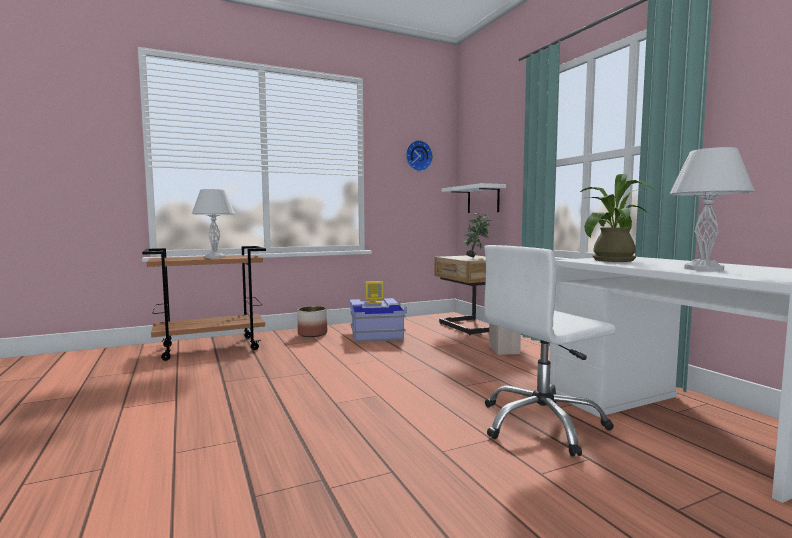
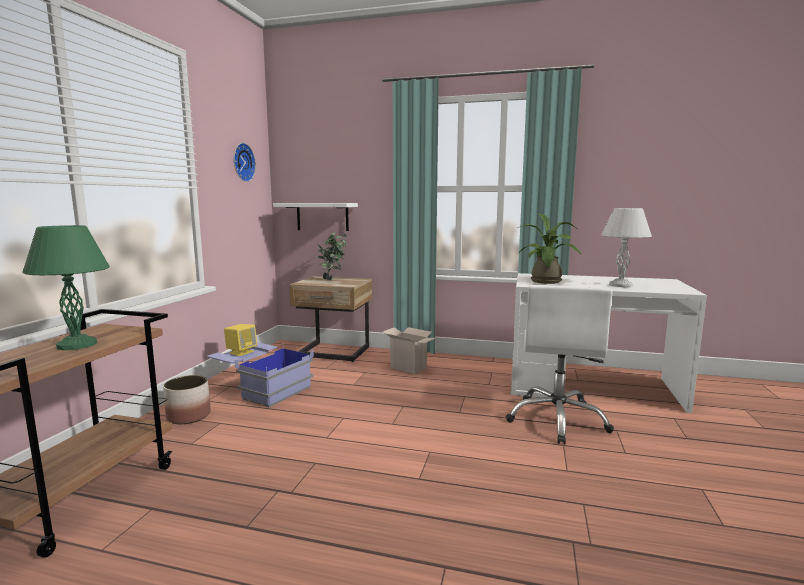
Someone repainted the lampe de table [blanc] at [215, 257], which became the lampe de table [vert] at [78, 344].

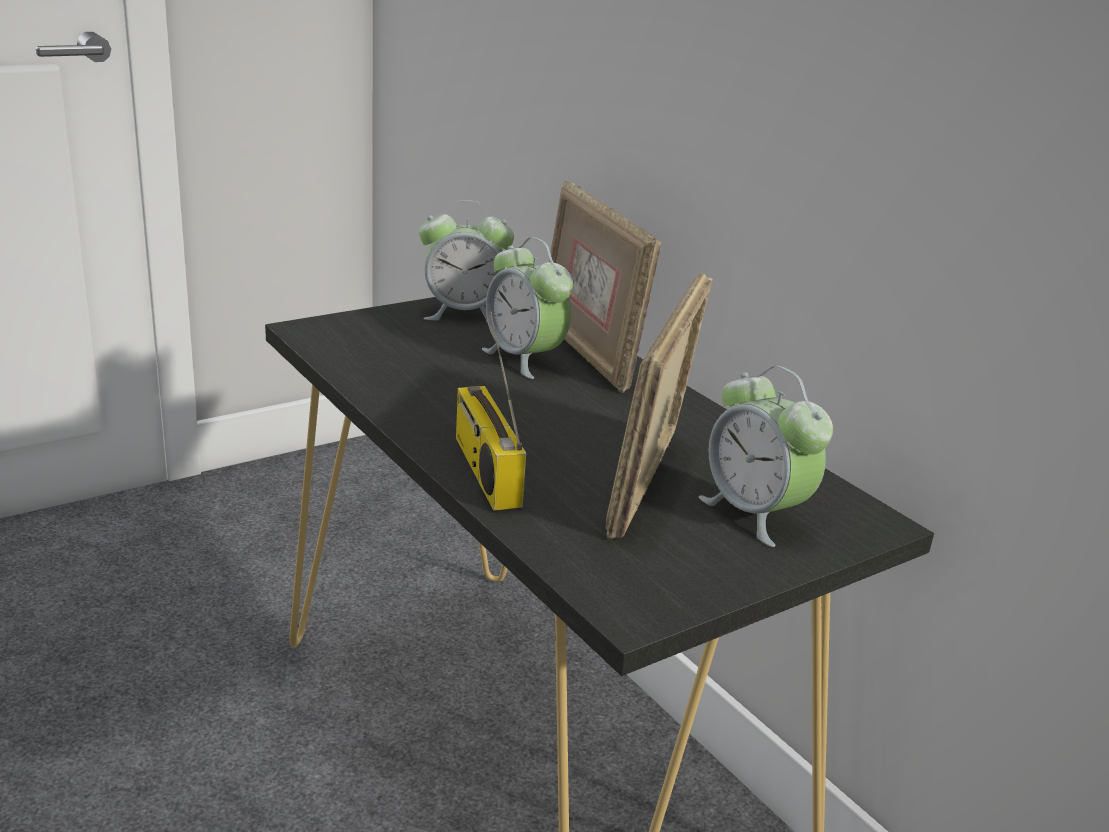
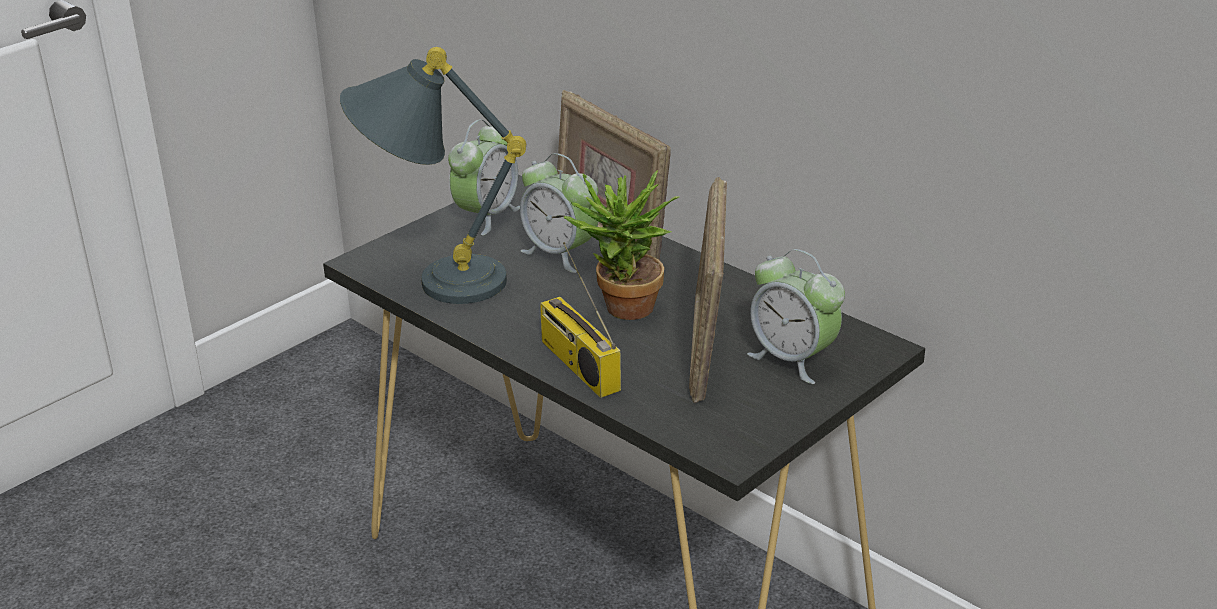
Someone rotated the réveil at [463, 313] by 45 degrees counterclockwise. Someone put down the lampe de table [gris] at [432, 282]. Someone put down the plante en pot at [622, 311].

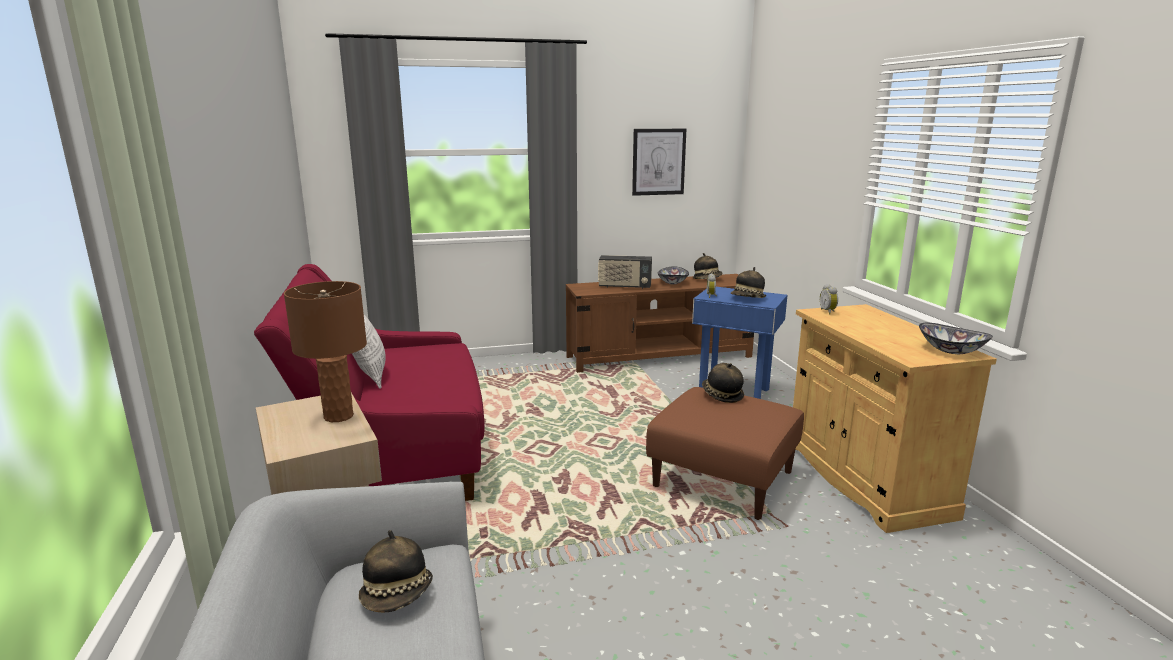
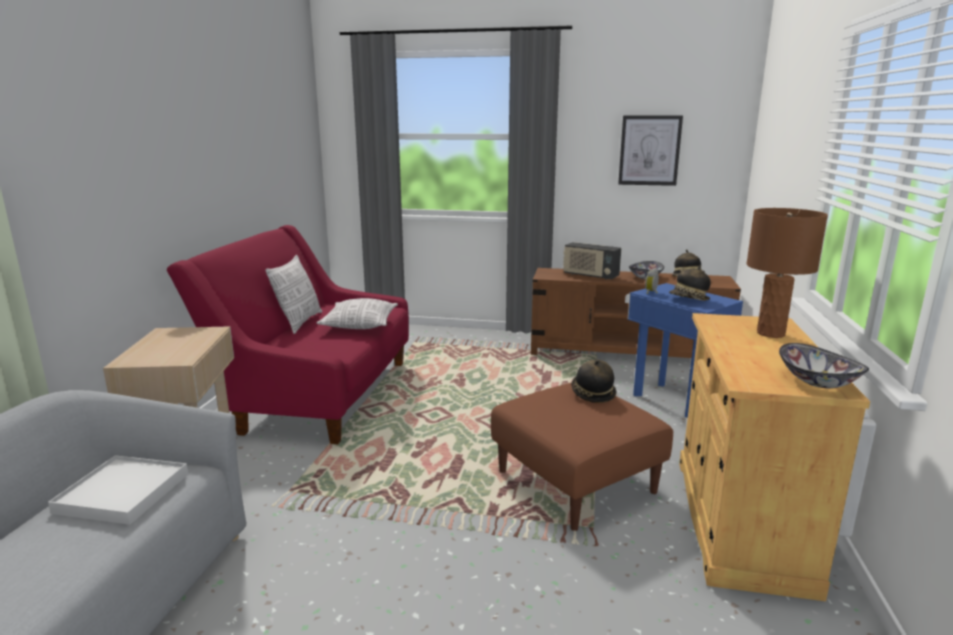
Someone carried the lampe de table [marron] from [338, 416] to [770, 333]. Someone swapped the chapeau at [398, 596] for the plateau [blanc] at [123, 493]. Someone took away the réveil at [828, 312]. Someone put down the coussin at [360, 325].

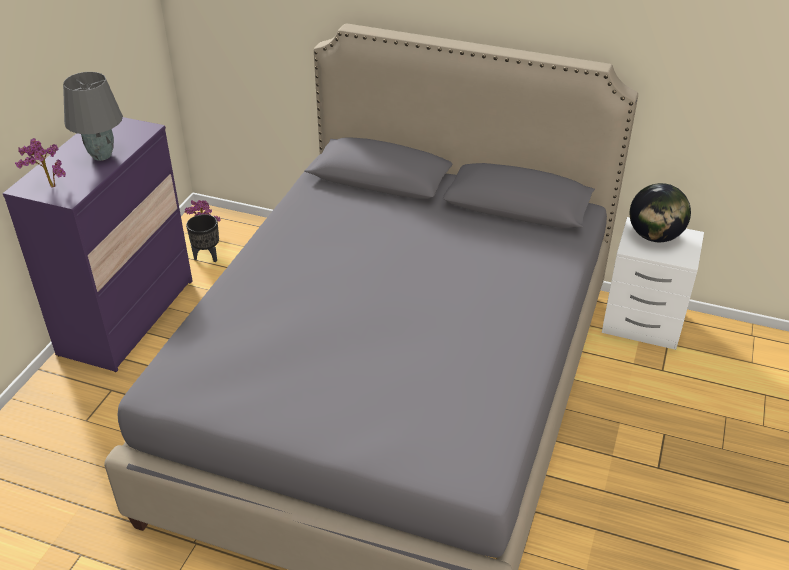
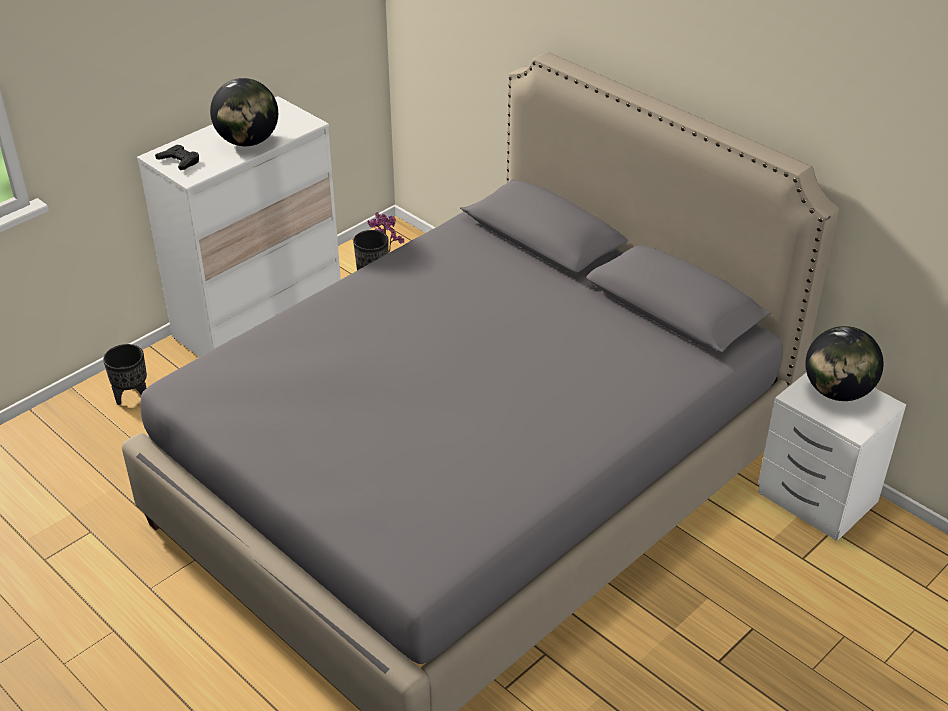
Someone repainted the commode [violet] at [127, 317], which became the commode [blanc] at [259, 319]. Someone swapped the plante en pot at [48, 187] for the manette [noir] at [179, 161]. Someone swapped the lampe de table [gris] at [102, 156] for the globe at [248, 141]. Someone put down the cache-pot [noir] at [132, 396].

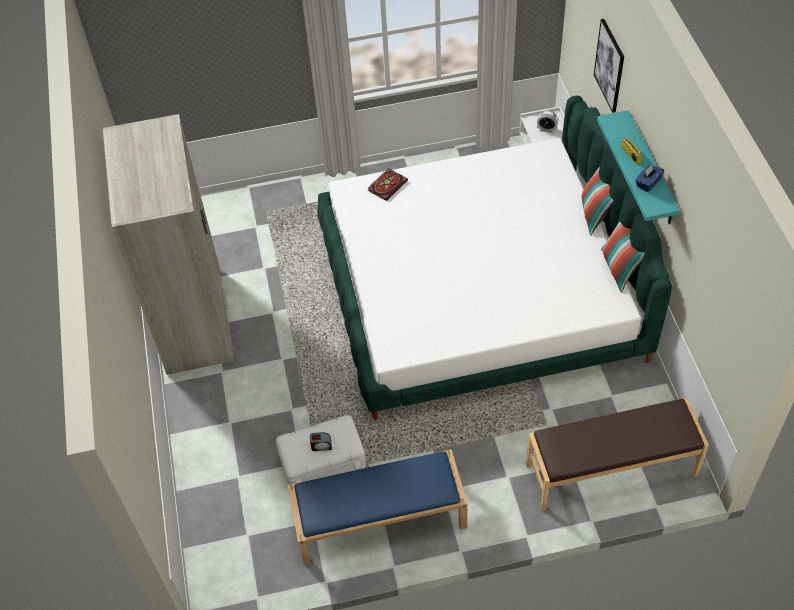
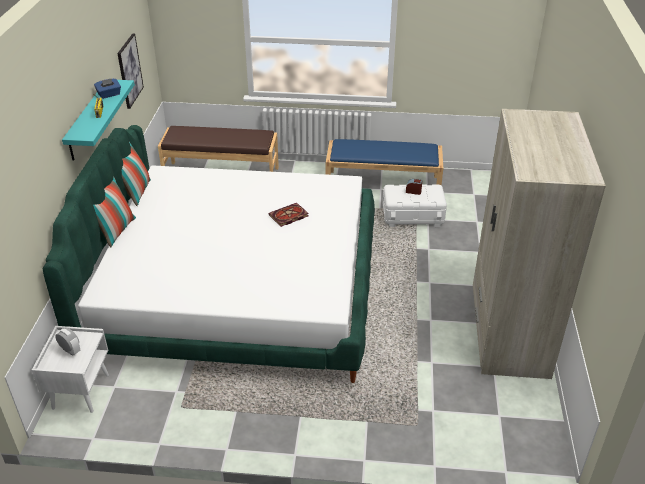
Someone carried the livre from [387, 185] to [288, 216]. Someone carried the tableau from [610, 65] to [129, 71].

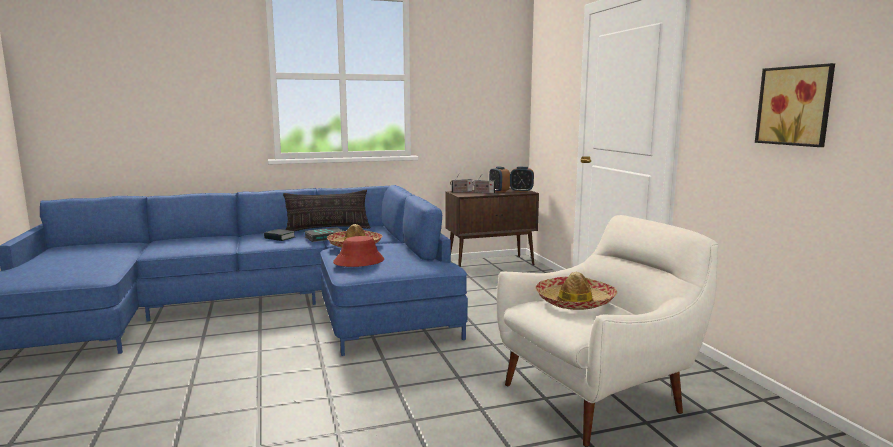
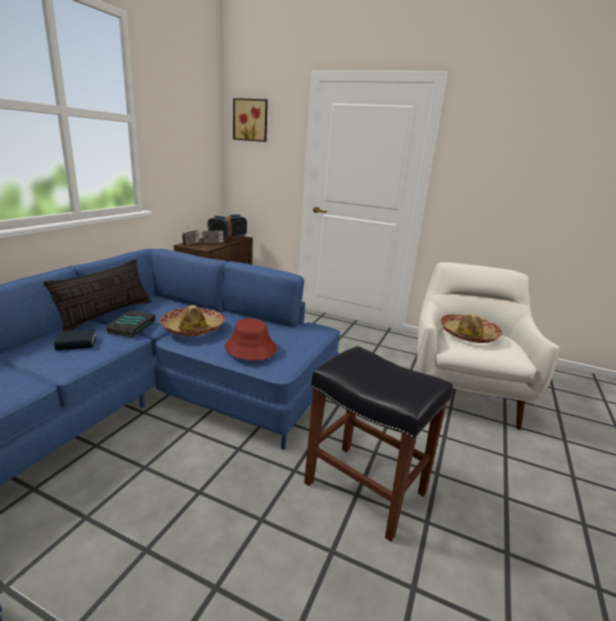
Someone carried the tableau from [796, 106] to [251, 120]. Someone put down the tabouret [noir] at [367, 488].

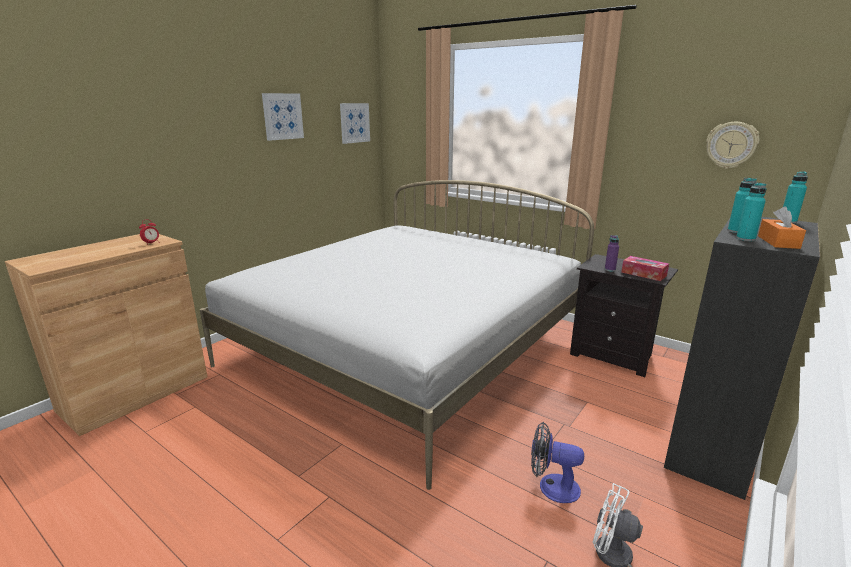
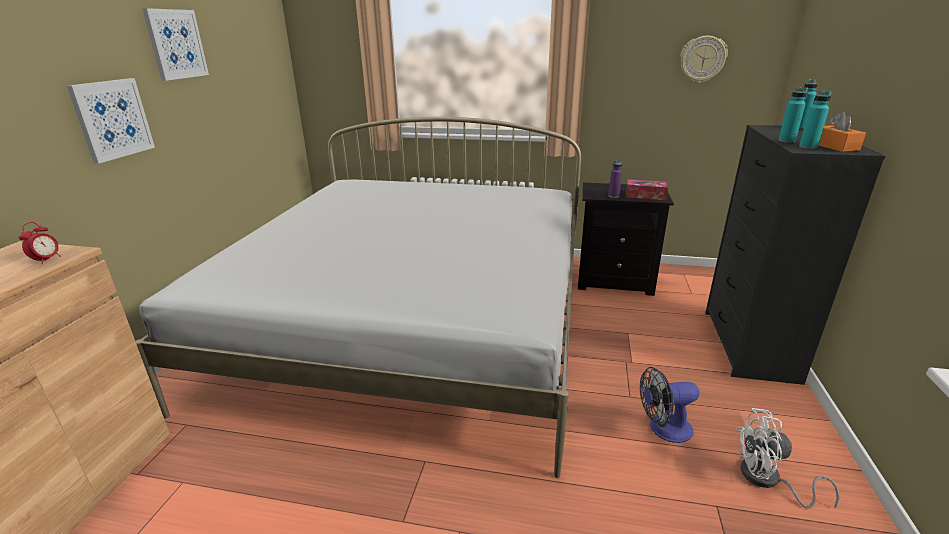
Someone carried the tableau from [354, 123] to [112, 119].

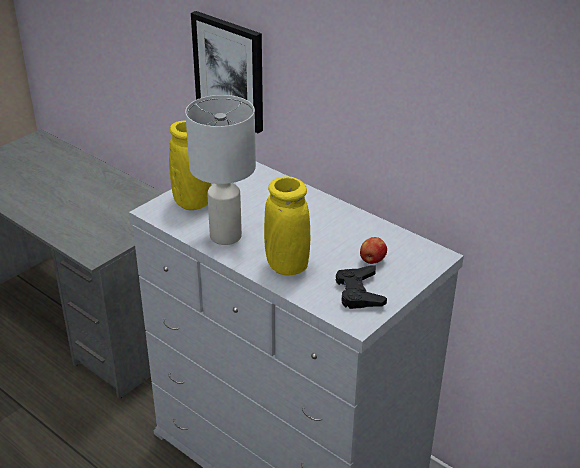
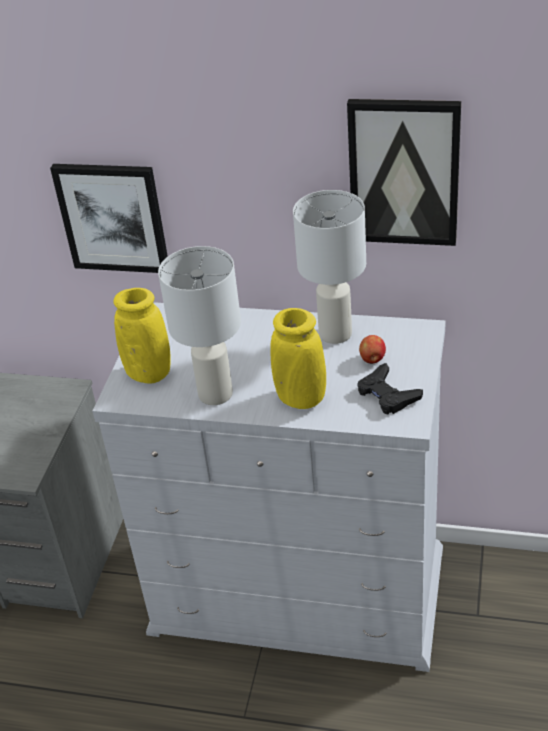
Someone put down the lampe de table [blanc] at [336, 333]. Someone put up the tableau at [404, 172].

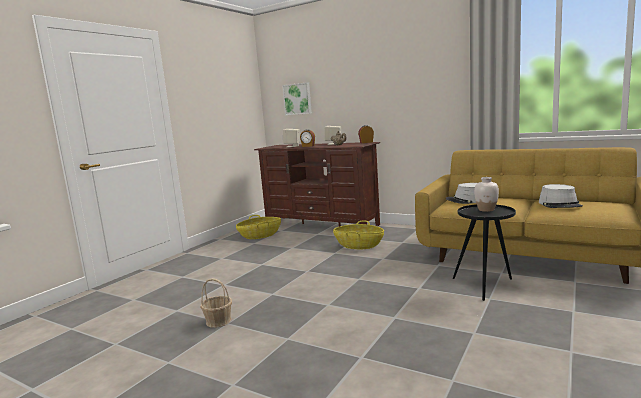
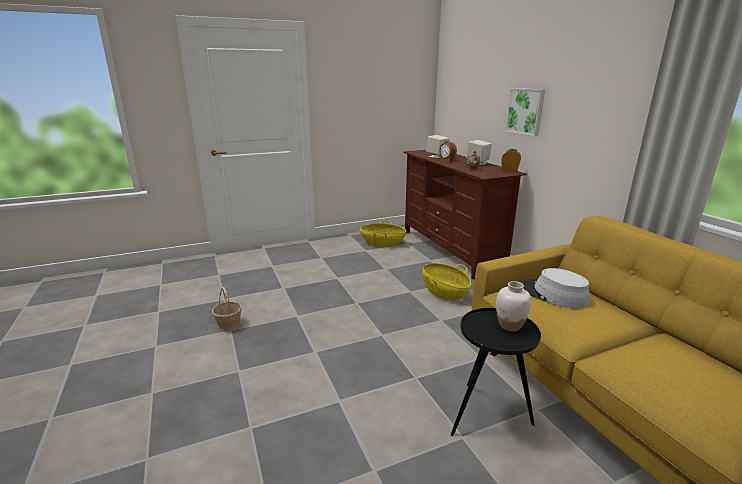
Someone carried the tableau from [297, 99] to [526, 111]. Someone took away the chapeau [gris] at [560, 204].

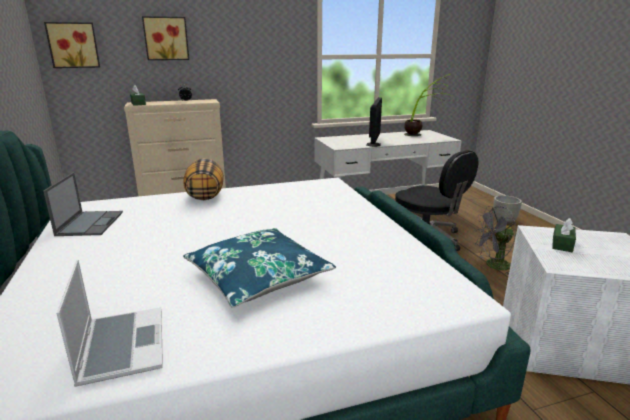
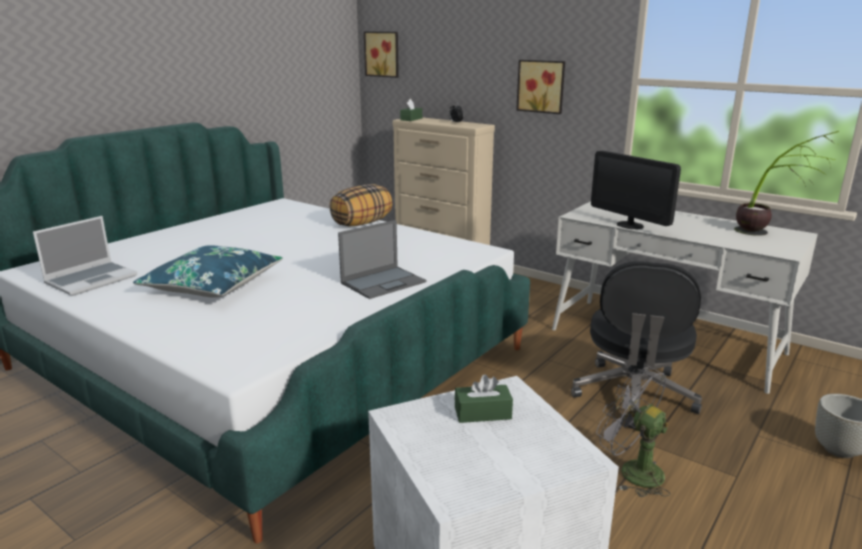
Someone carried the ordinateur portable from [90, 223] to [384, 282]. Someone carried the tableau from [166, 38] to [541, 86]. Someone rotated the écran d'ordinateur at [373, 144] by 75 degrees clockwise.

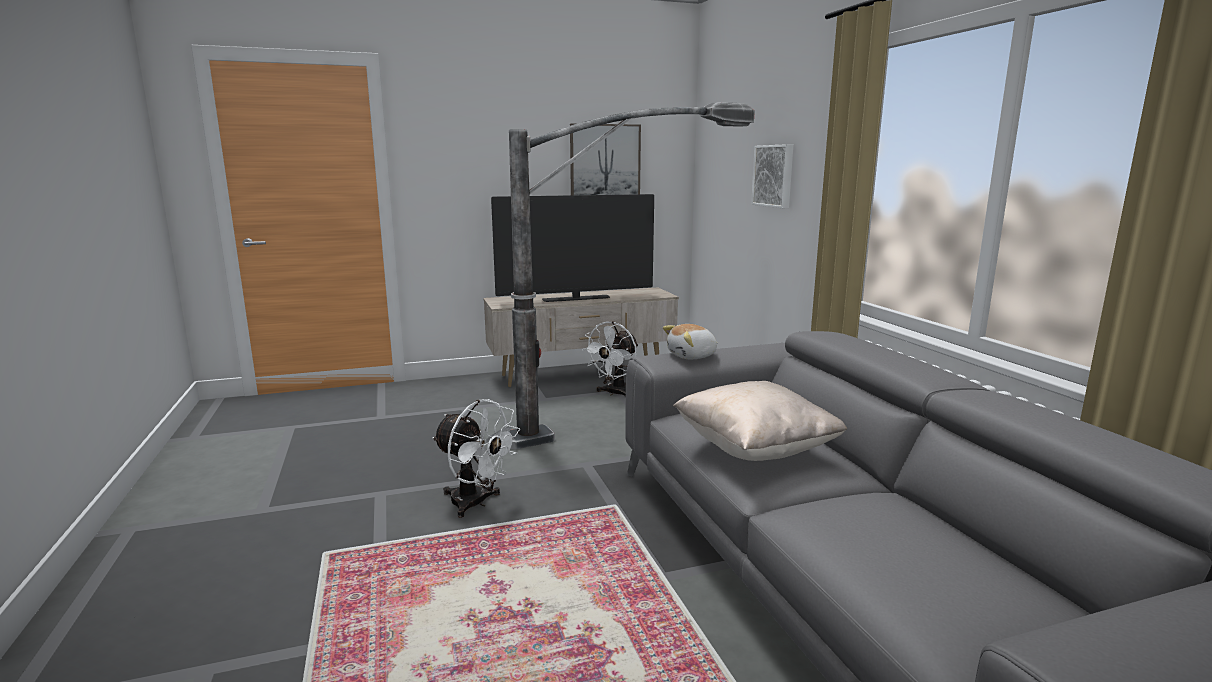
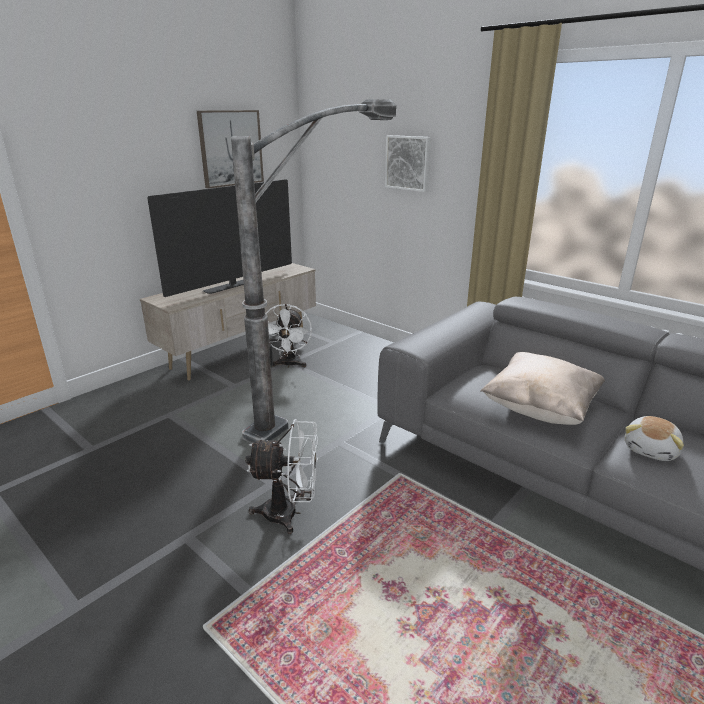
Someone carried the peluche from [692, 356] to [651, 450].

